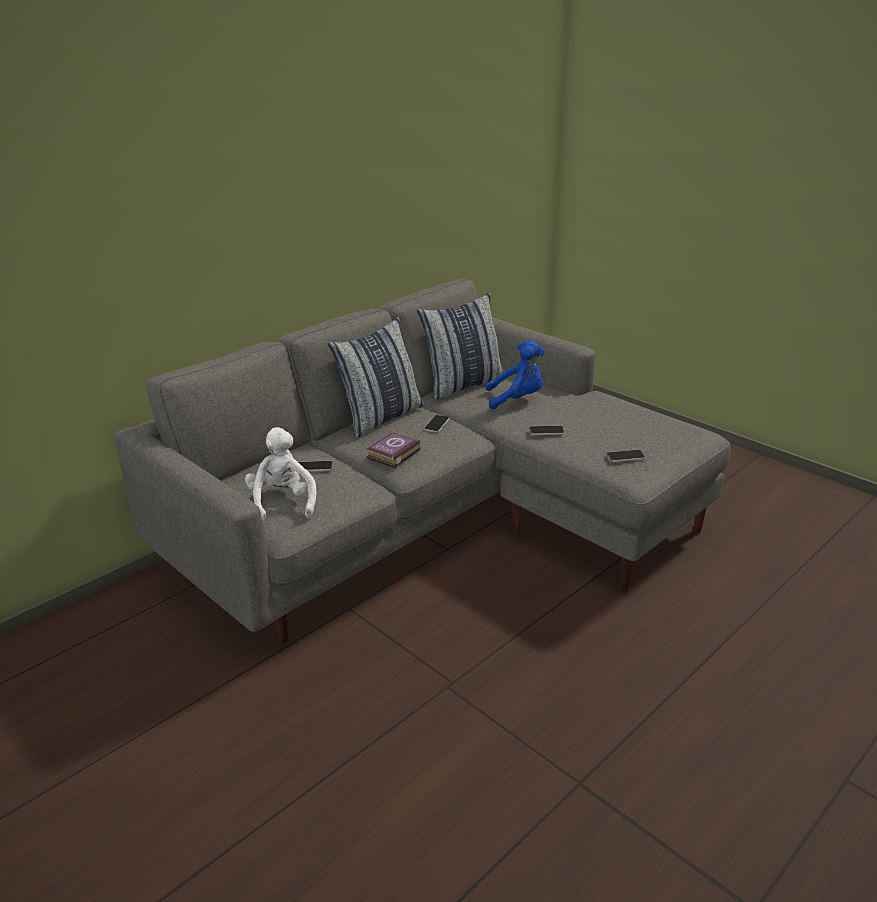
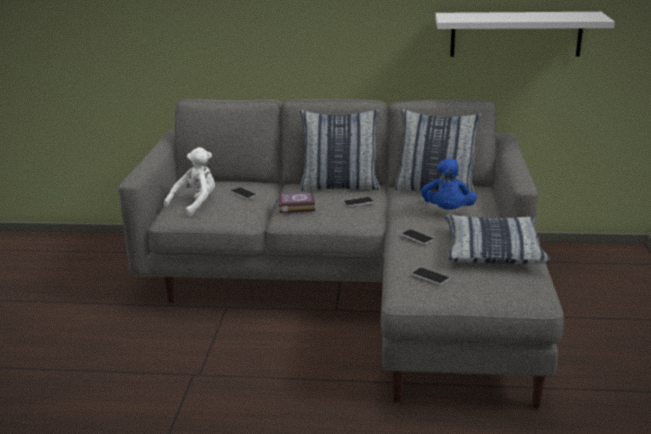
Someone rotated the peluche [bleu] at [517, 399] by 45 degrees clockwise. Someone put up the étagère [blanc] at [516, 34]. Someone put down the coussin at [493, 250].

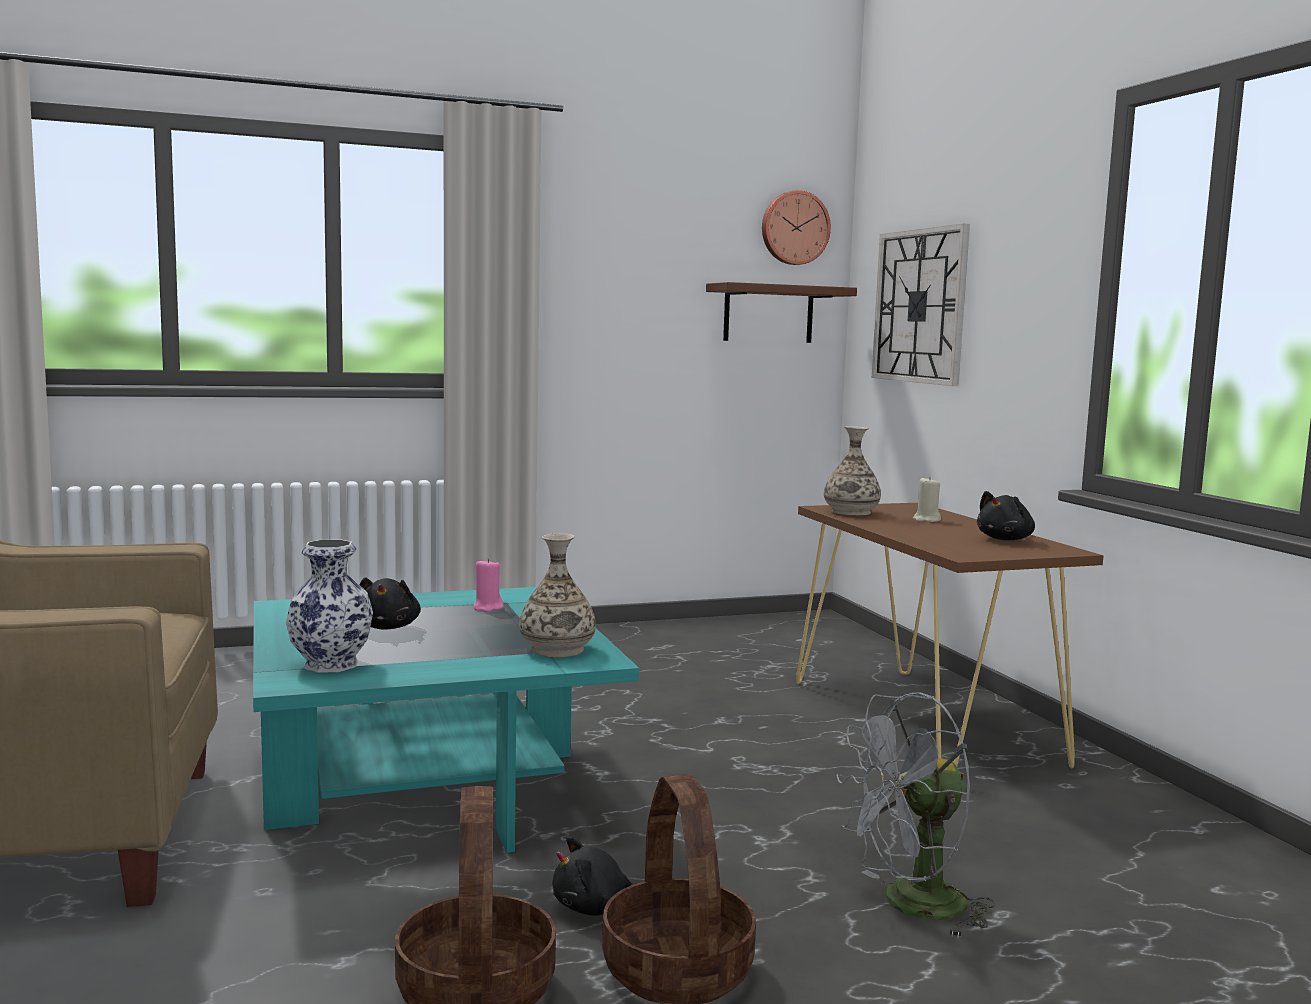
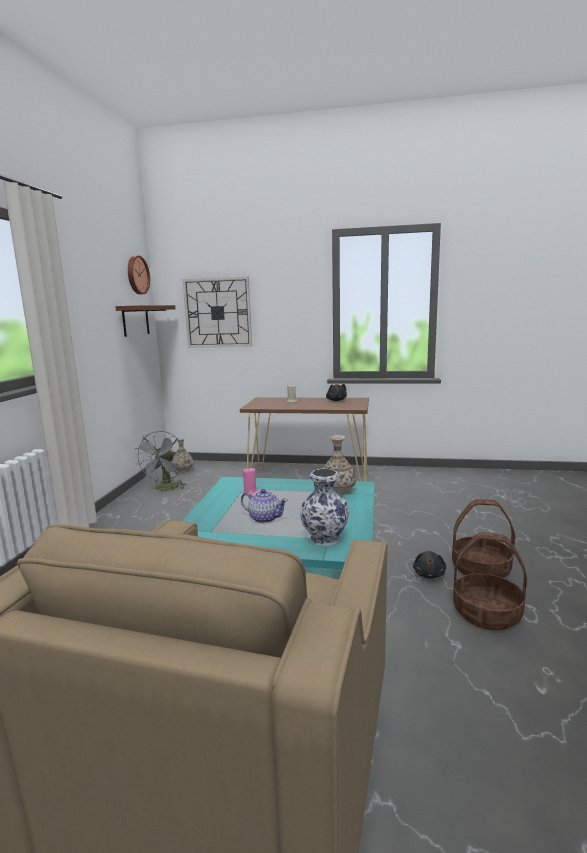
Someone swapped the peluche [noir] at [388, 627] for the théière at [264, 518]. Someone carried the vase from [851, 512] to [183, 470]. Someone carried the ventilateur [gris] from [910, 906] to [165, 489].

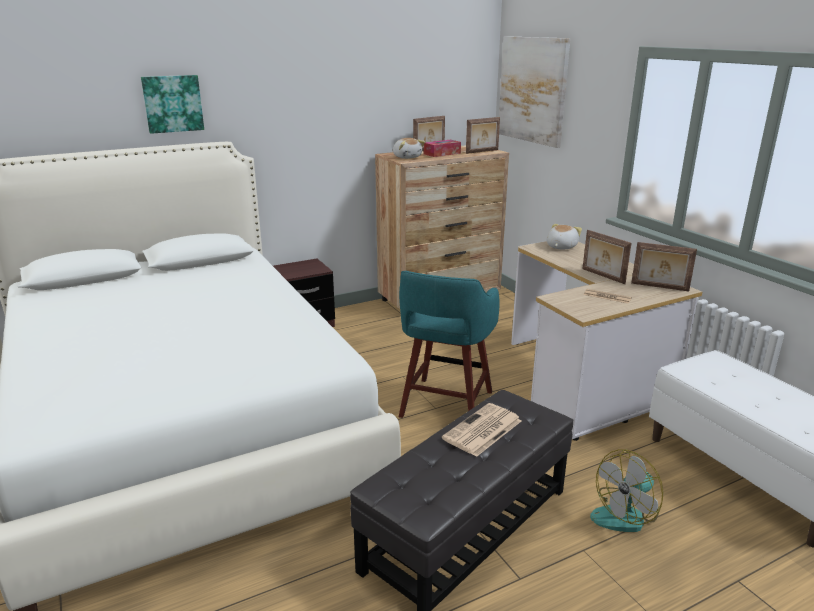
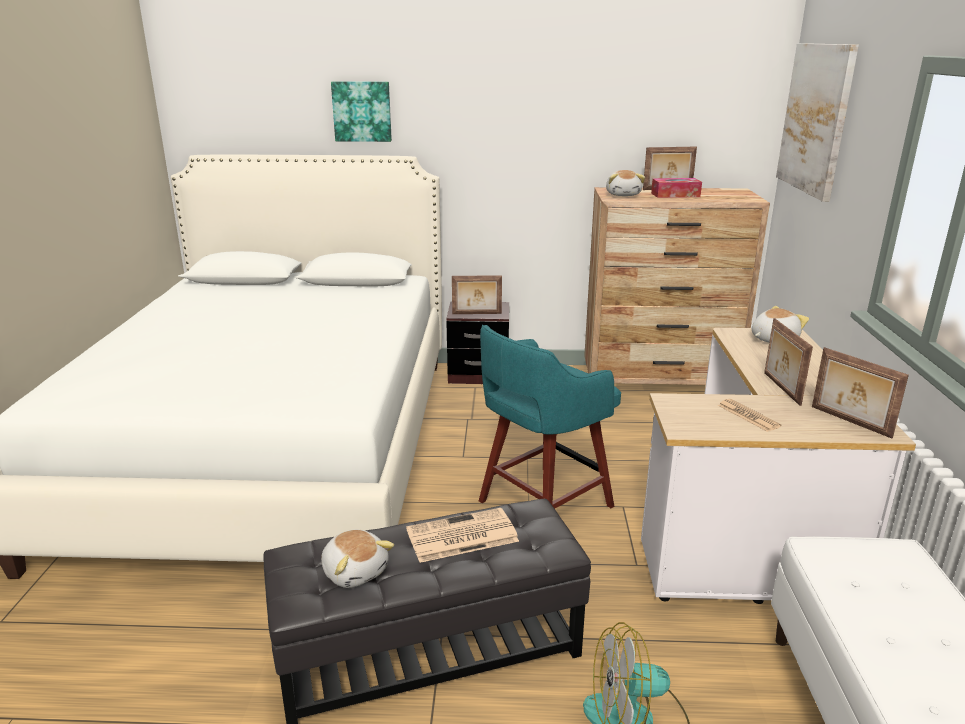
Someone carried the cadre photo from [482, 151] to [477, 314]. Someone put down the peluche at [355, 571].

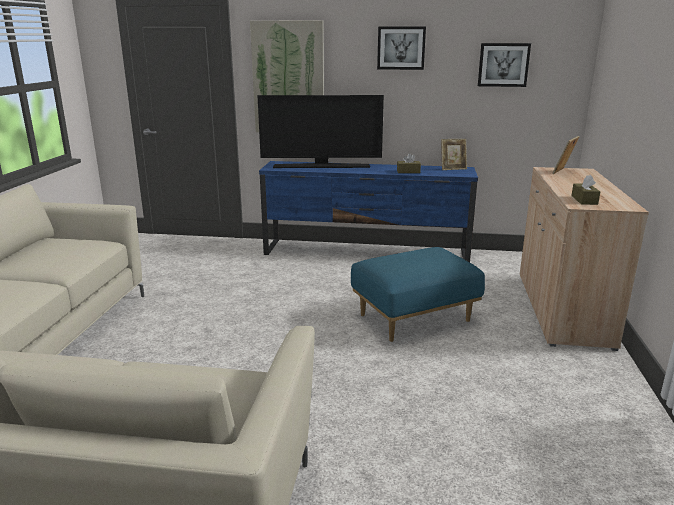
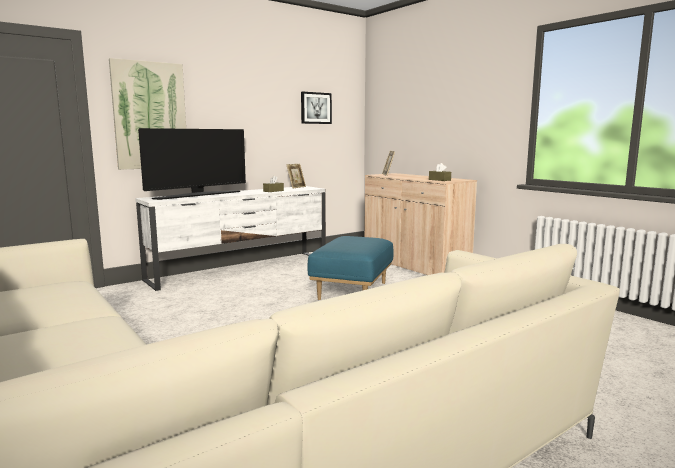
Someone repainted the meuble télé [bleu] at [367, 252], which became the meuble télé [blanc] at [242, 269]. Someone took away the tableau at [401, 48].

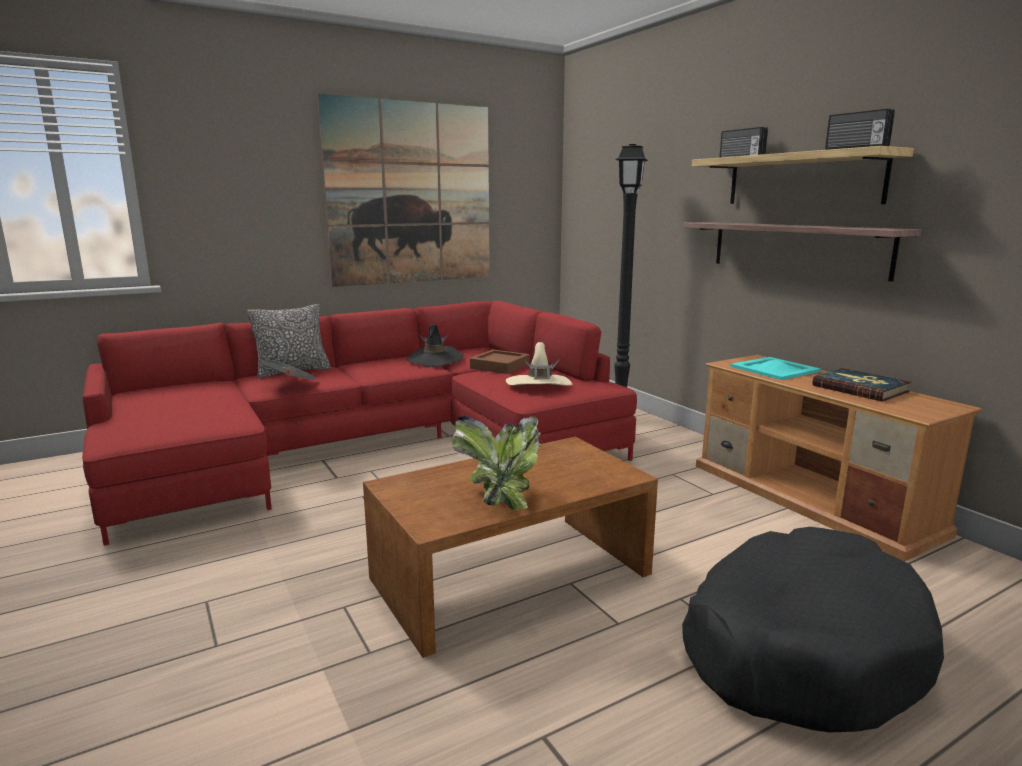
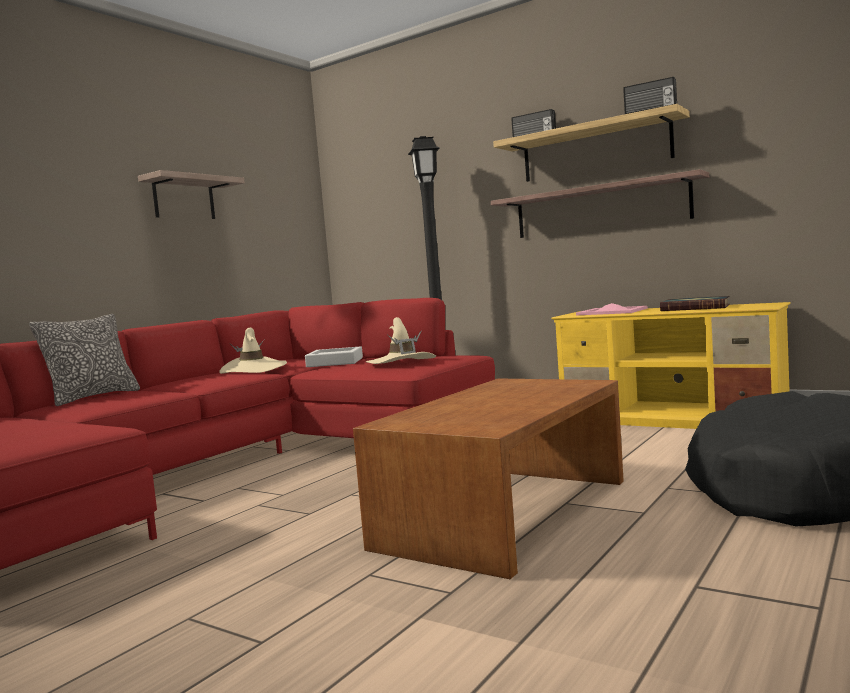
Someone took away the journal at [292, 385]. Someone swapped the tableau at [411, 194] for the étagère at [184, 198]. Someone repainted the chapeau [noir] at [434, 360], which became the chapeau [beige] at [253, 369]. Someone took away the plante en pot at [502, 496]. Someone repainted the plateau [marron] at [500, 366], which became the plateau [gris] at [335, 362]. Someone repainted the meuble télé [marron] at [812, 498], which became the meuble télé [jaune] at [672, 418]. Someone repainted the plateau [turquoise] at [775, 369], which became the plateau [rose] at [612, 311].

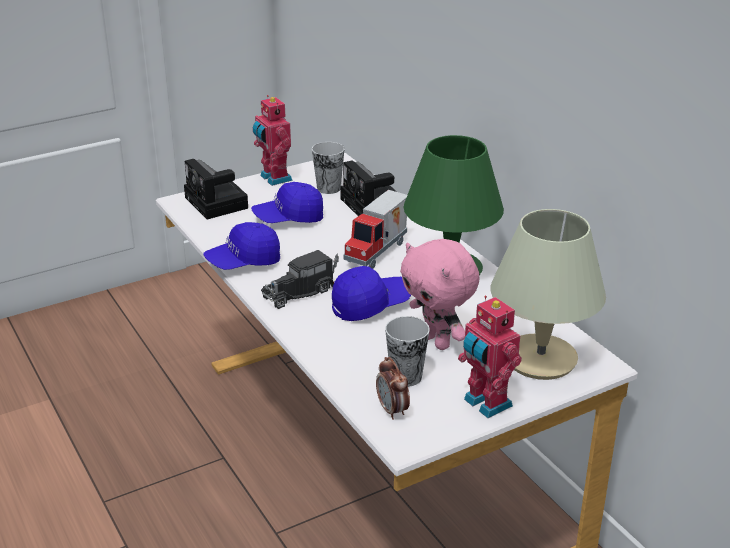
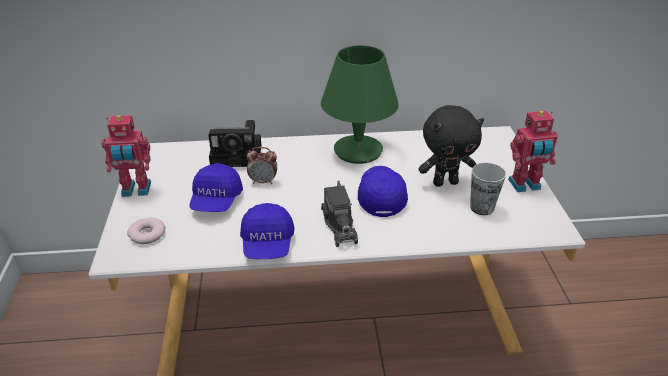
Someone swapped the appareil photo at [218, 204] for the beignet at [147, 234]. Someone took away the tasse at [328, 188]. Someone took away the camion jouet at [378, 252]. Someone carried the réveil from [392, 410] to [263, 181]. Someone repainted the peluche [rose] at [437, 341], which became the peluche [noir] at [445, 182]. Someone took away the lampe de table [beige] at [539, 358].

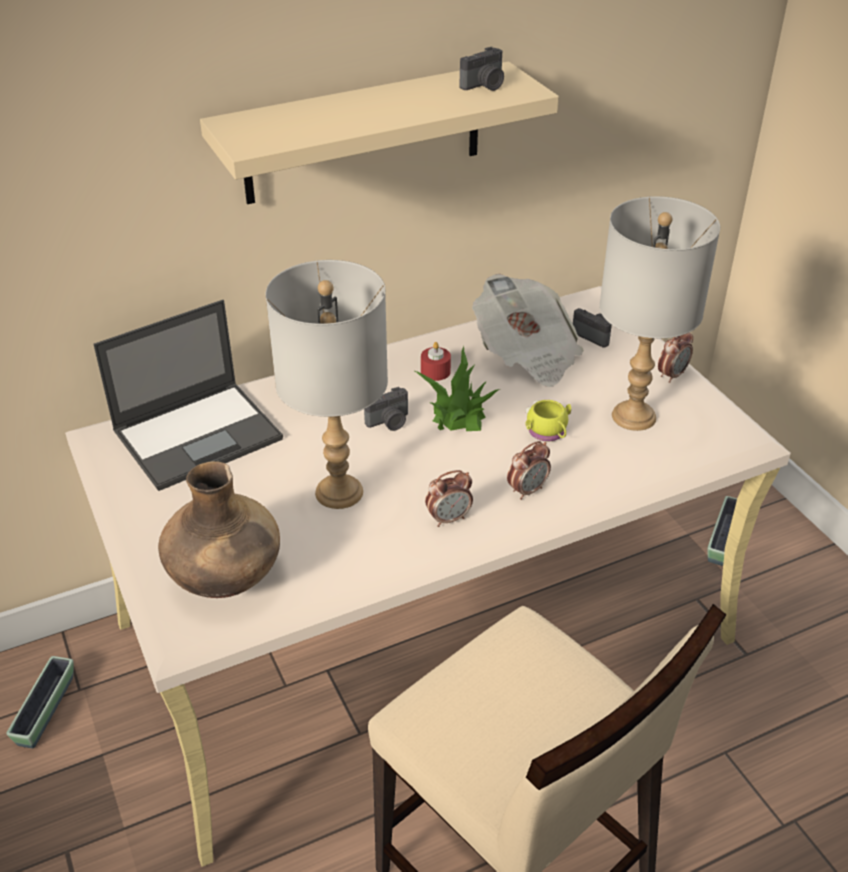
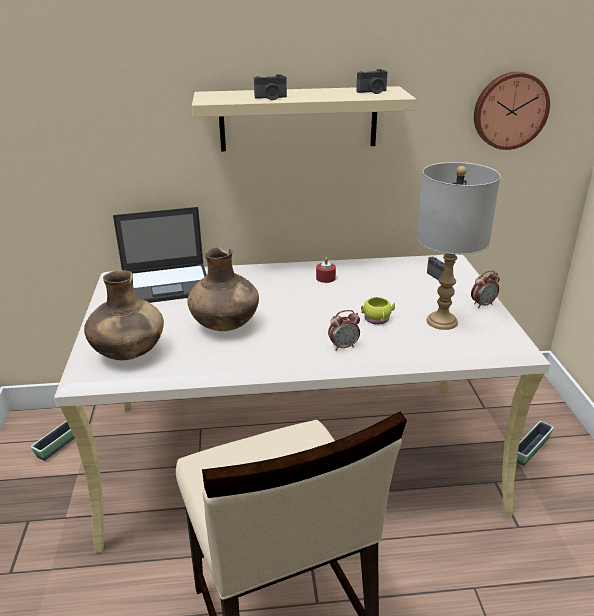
Someone swapped the lampe de table [gris] at [340, 492] for the vase [marron] at [225, 325]. Someone carried the appareil photo from [389, 422] to [271, 98]. Someone took away the plante en pot at [459, 412]. Someone took away the réveil at [449, 518]. Someone took away the journal at [526, 355]. Someone put up the horloge murale at [509, 110].

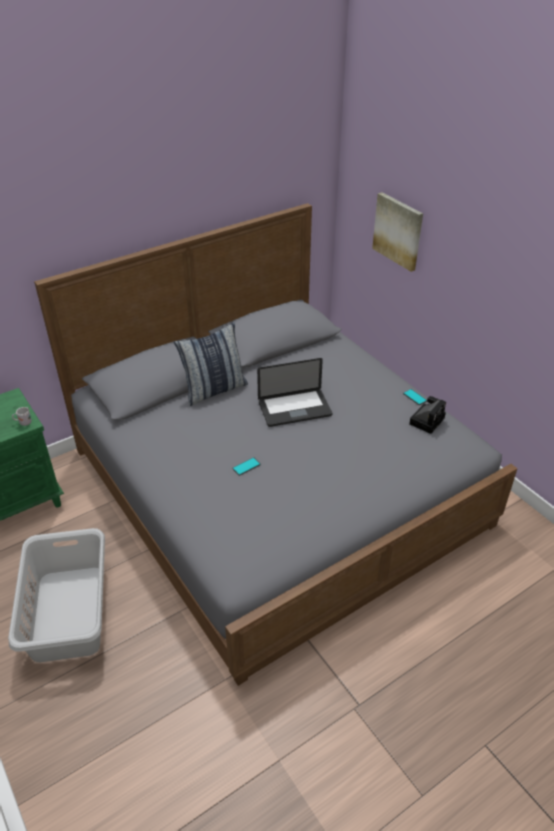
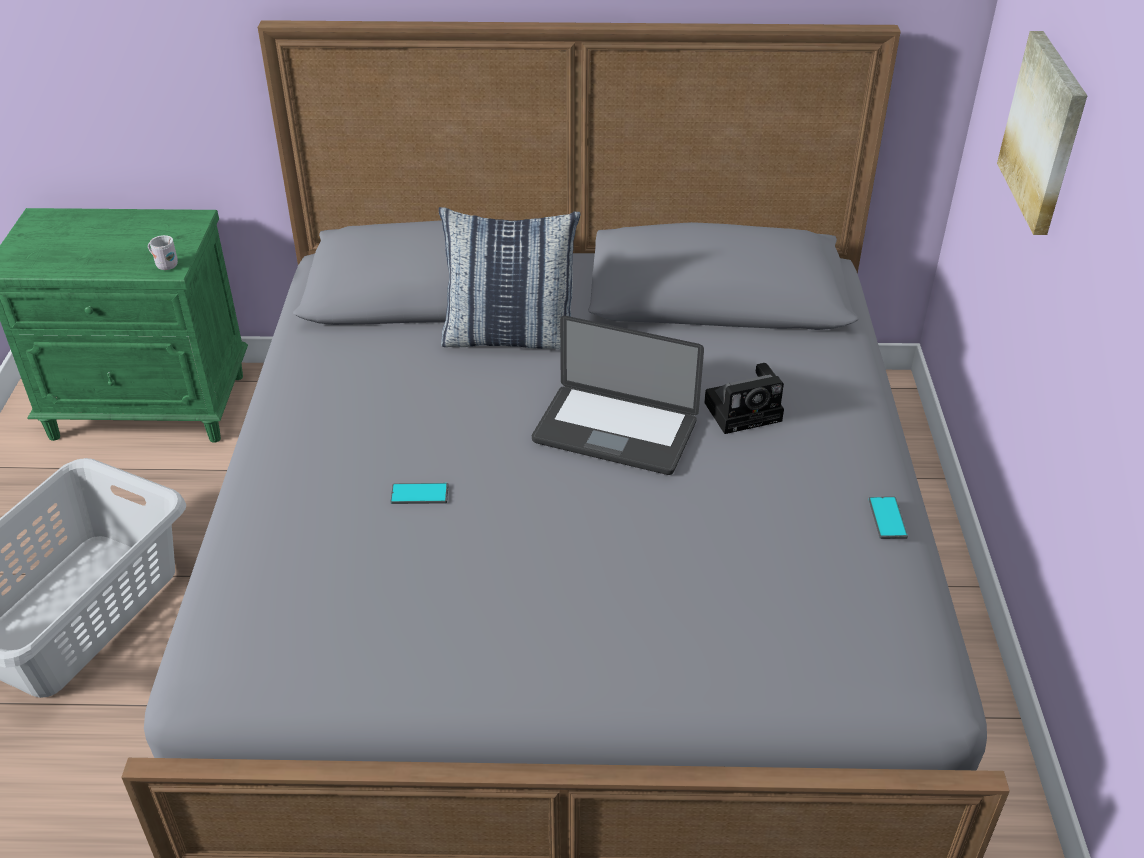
Someone carried the appareil photo from [427, 420] to [745, 410].

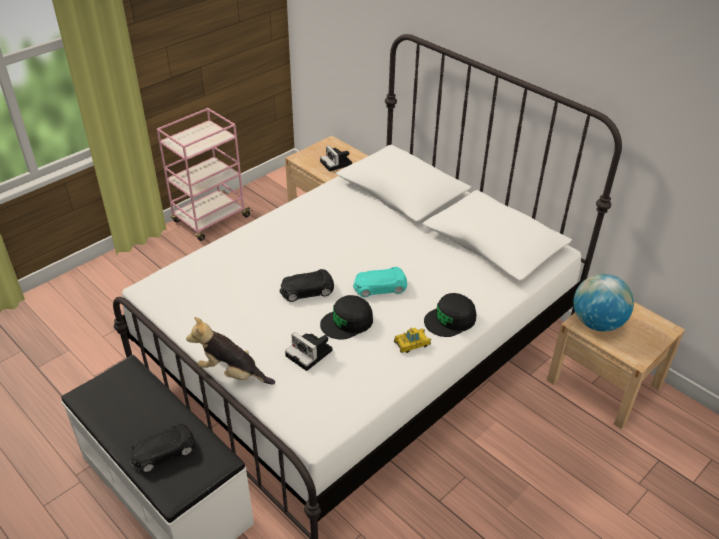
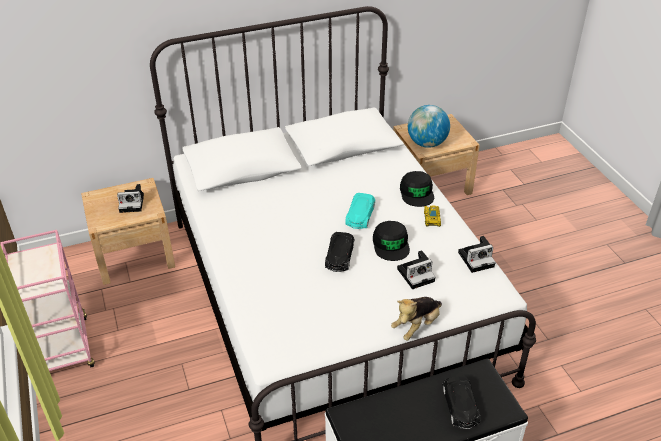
Someone put down the appareil photo at [477, 259].

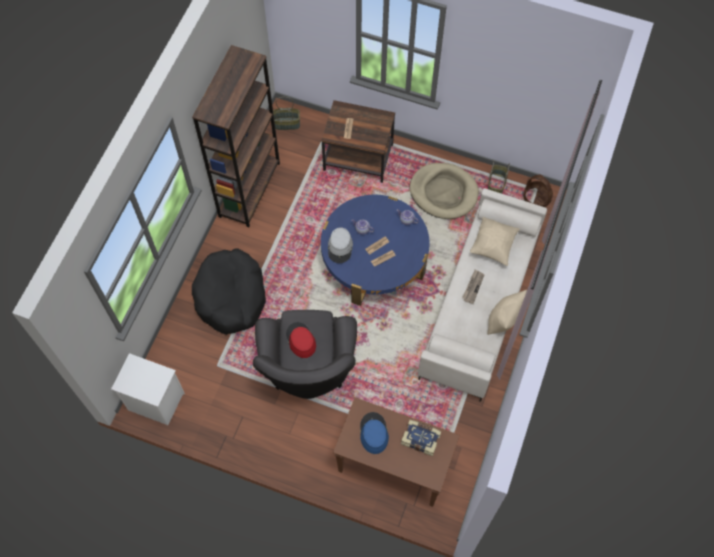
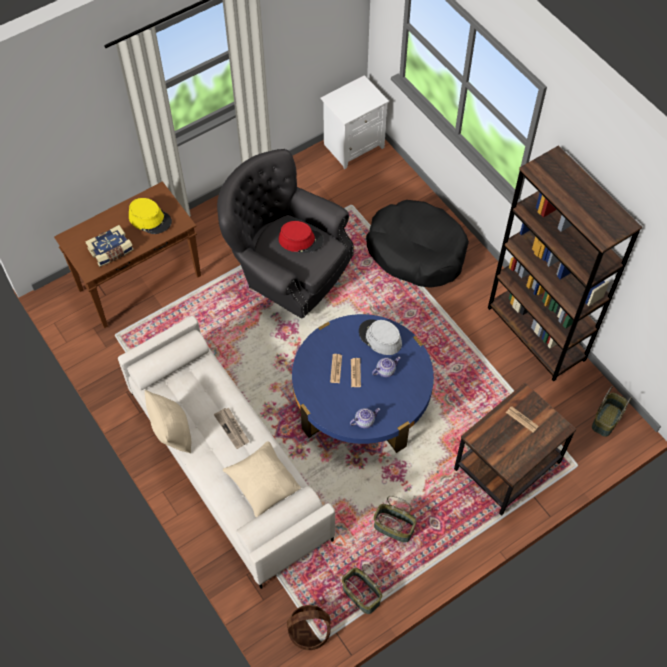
Someone repainted the chapeau [bleu] at [373, 433], which became the chapeau [jaune] at [150, 219]. Someone swapped the panier pour chien [beige] at [443, 192] for the panier at [394, 527].

